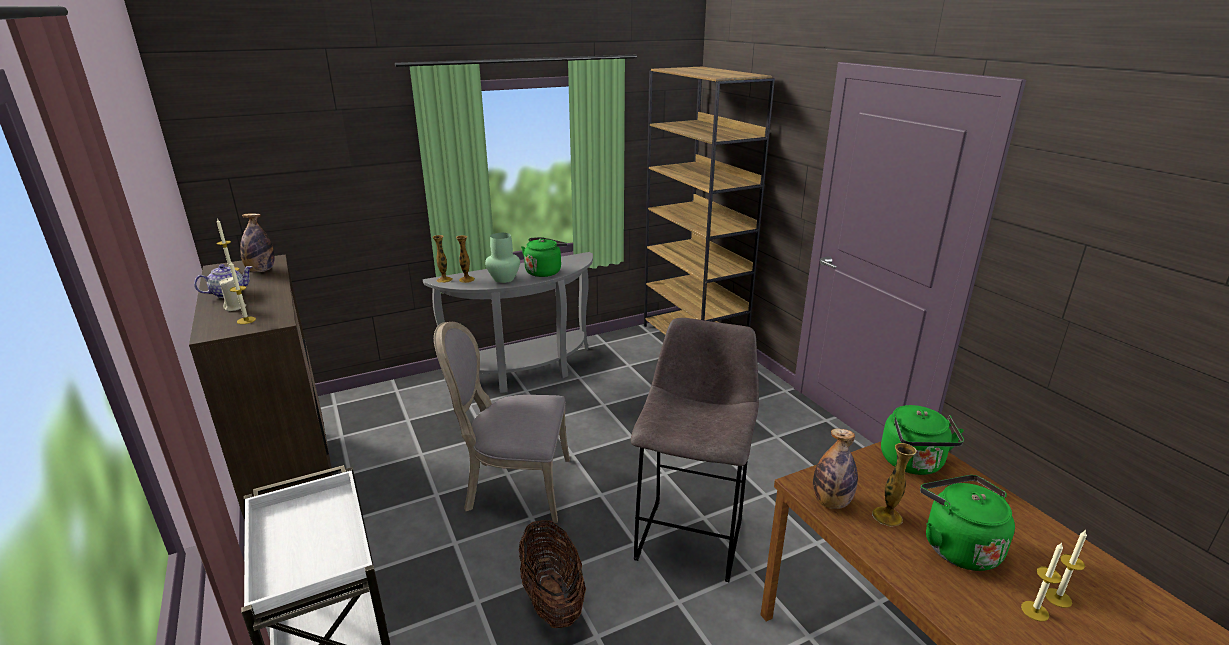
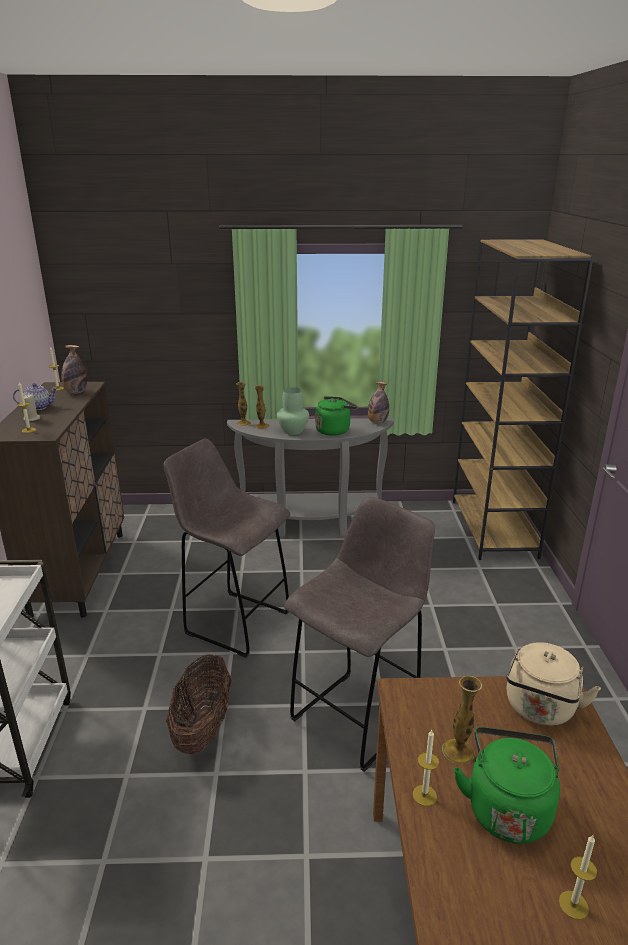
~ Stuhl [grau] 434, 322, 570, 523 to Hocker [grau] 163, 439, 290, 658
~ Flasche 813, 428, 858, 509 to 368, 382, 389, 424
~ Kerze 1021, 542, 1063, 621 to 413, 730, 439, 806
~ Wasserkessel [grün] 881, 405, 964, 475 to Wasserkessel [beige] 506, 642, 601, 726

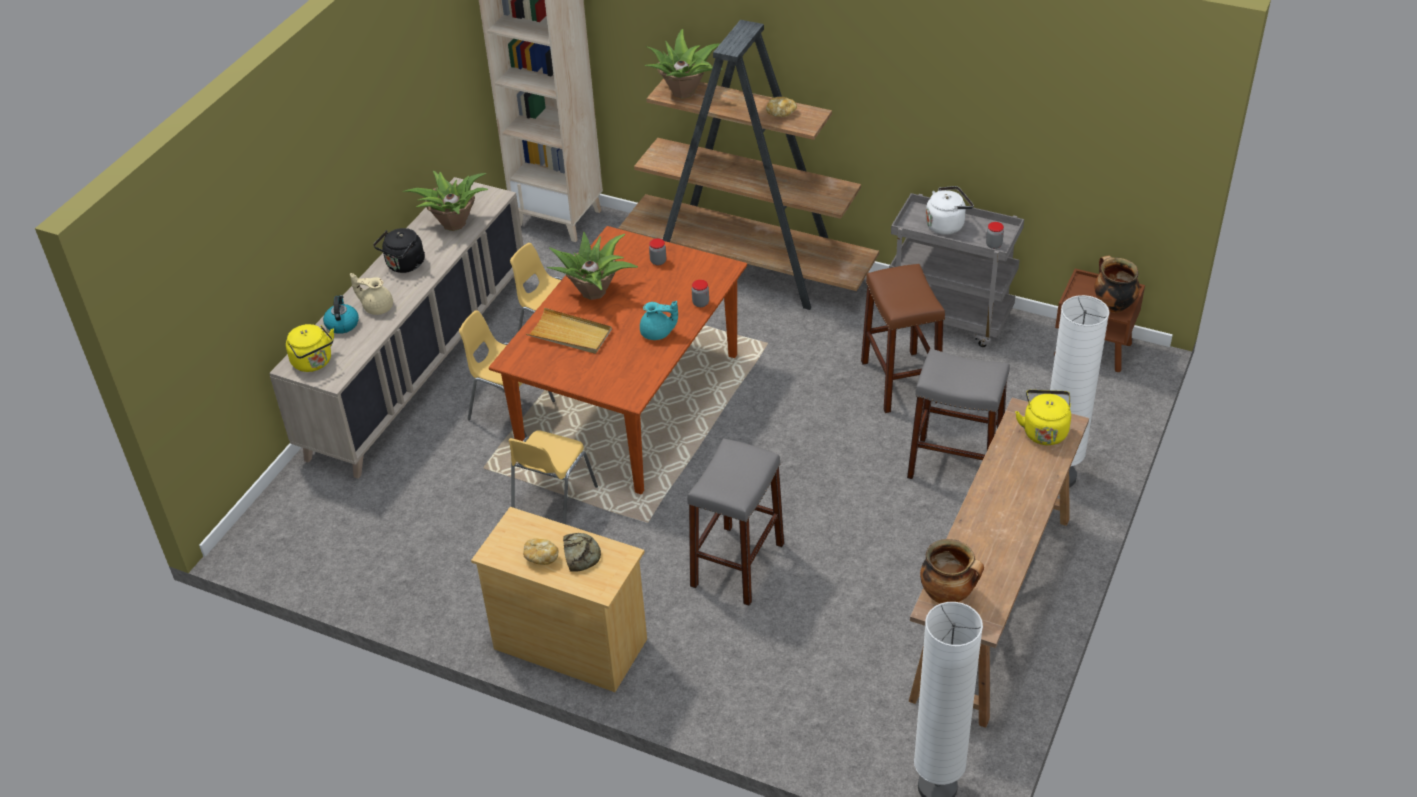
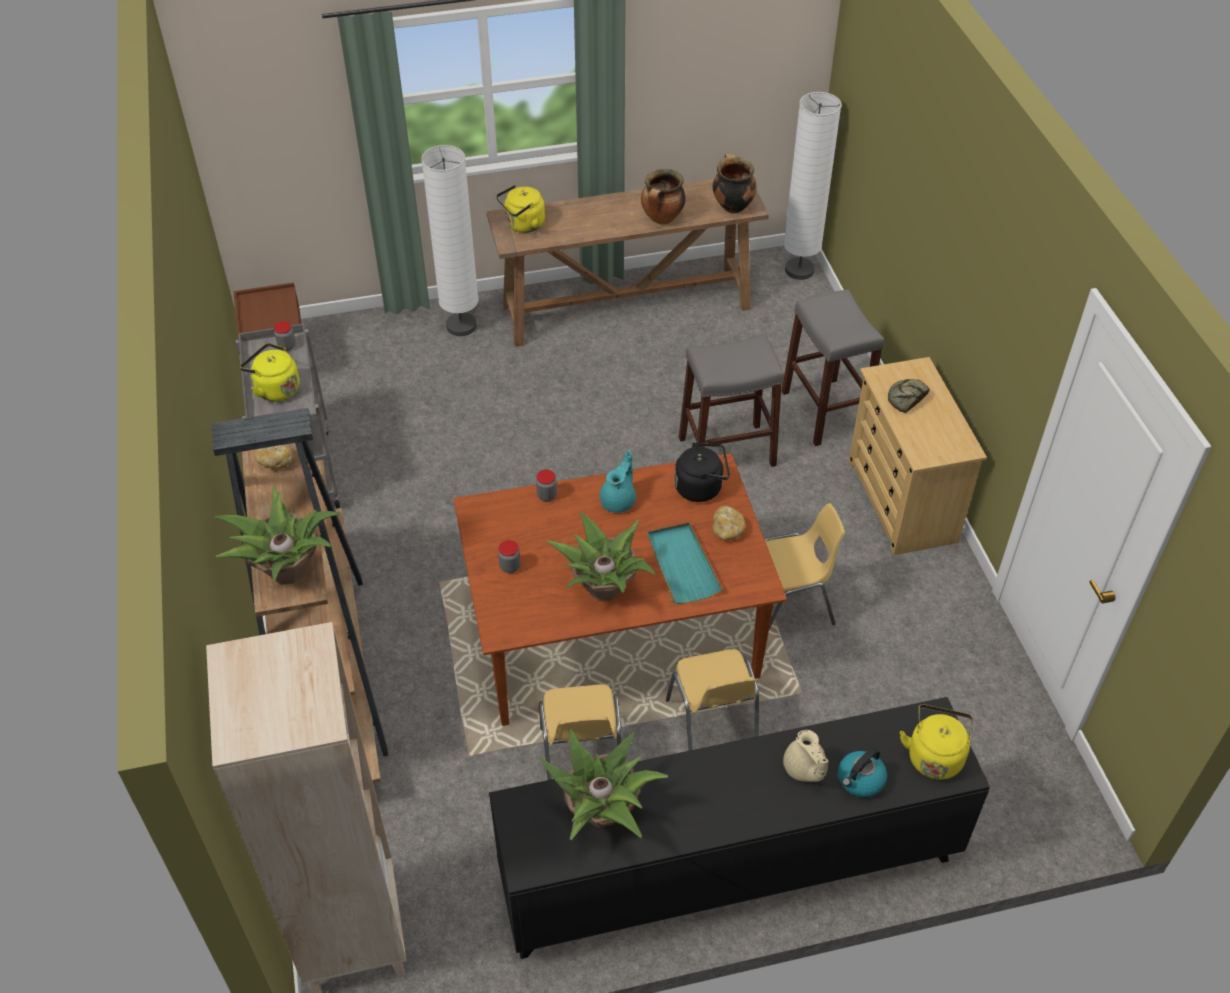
~ Wasserkessel [weiß] 926, 186, 974, 235 to Wasserkessel [gelb] 240, 343, 300, 401
~ Schrank [beige] 269, 177, 524, 479 to Schrank [schwarz] 489, 697, 990, 959
~ Teekanne [türkis] 640, 301, 678, 340 = 600, 451, 636, 513 60 degrees clockwise
~ Kochtopf 1094, 256, 1140, 313 to 641, 169, 686, 225
~ Tablett [beige] 526, 308, 612, 354 to Tablett [türkis] 648, 523, 723, 604
~ Wasserkessel [schwarz] 373, 228, 425, 273 to 674, 442, 730, 502
~ Brot 523, 538, 559, 565 to 712, 506, 745, 541
~ Hocker [grau] 907, 349, 1010, 479 to 781, 289, 884, 446
- Hocker [braun] 861, 264, 945, 413

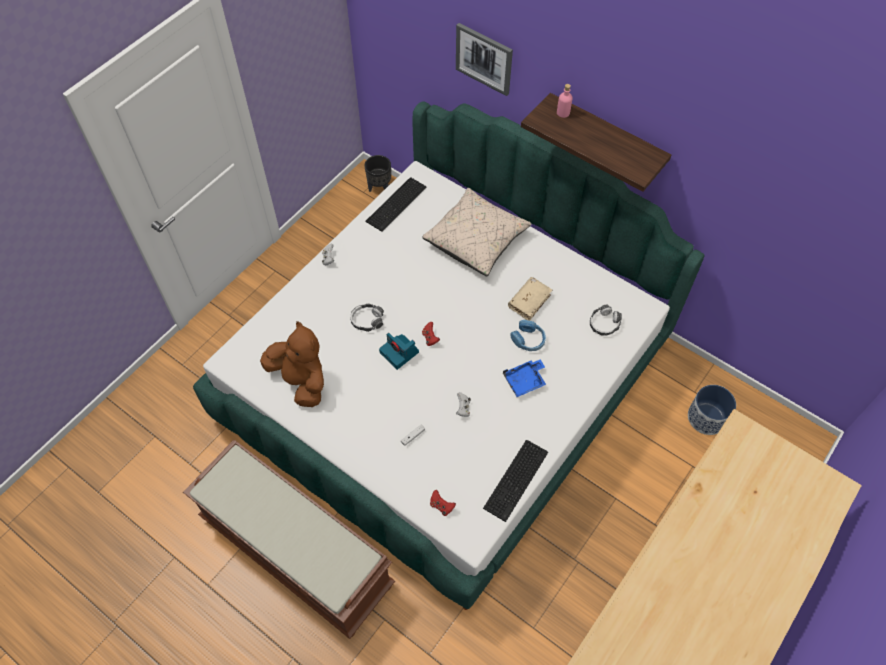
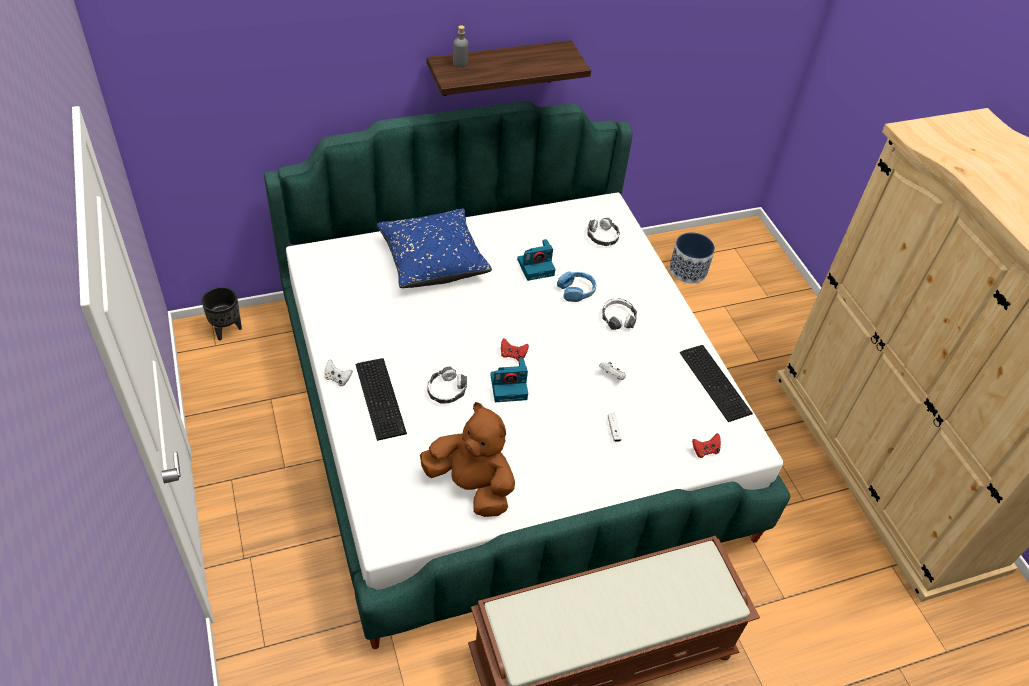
~ Tastatur 365, 177, 427, 232 to 355, 358, 407, 441
~ Kissen [beige] 423, 188, 531, 276 to Kissen [blau] 377, 209, 492, 288
~ Plüschtier [braun] 260, 321, 324, 407 = 420, 402, 515, 517 45 degrees clockwise
~ Flasche [rosa] 557, 84, 573, 118 to Flasche [grau] 453, 25, 468, 67
~ Buch [beige] 508, 277, 552, 321 to Kamera 517, 239, 555, 281
~ Tablett [blau] 503, 359, 546, 397 to Kopfhörer 602, 299, 637, 330
- Bild 456, 23, 513, 96

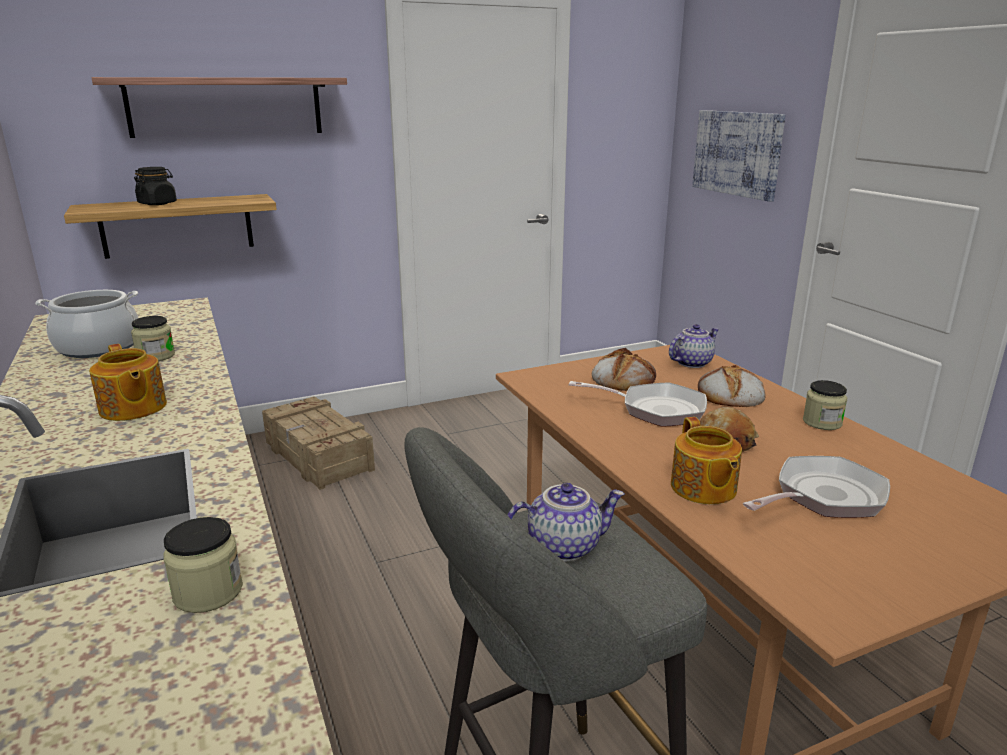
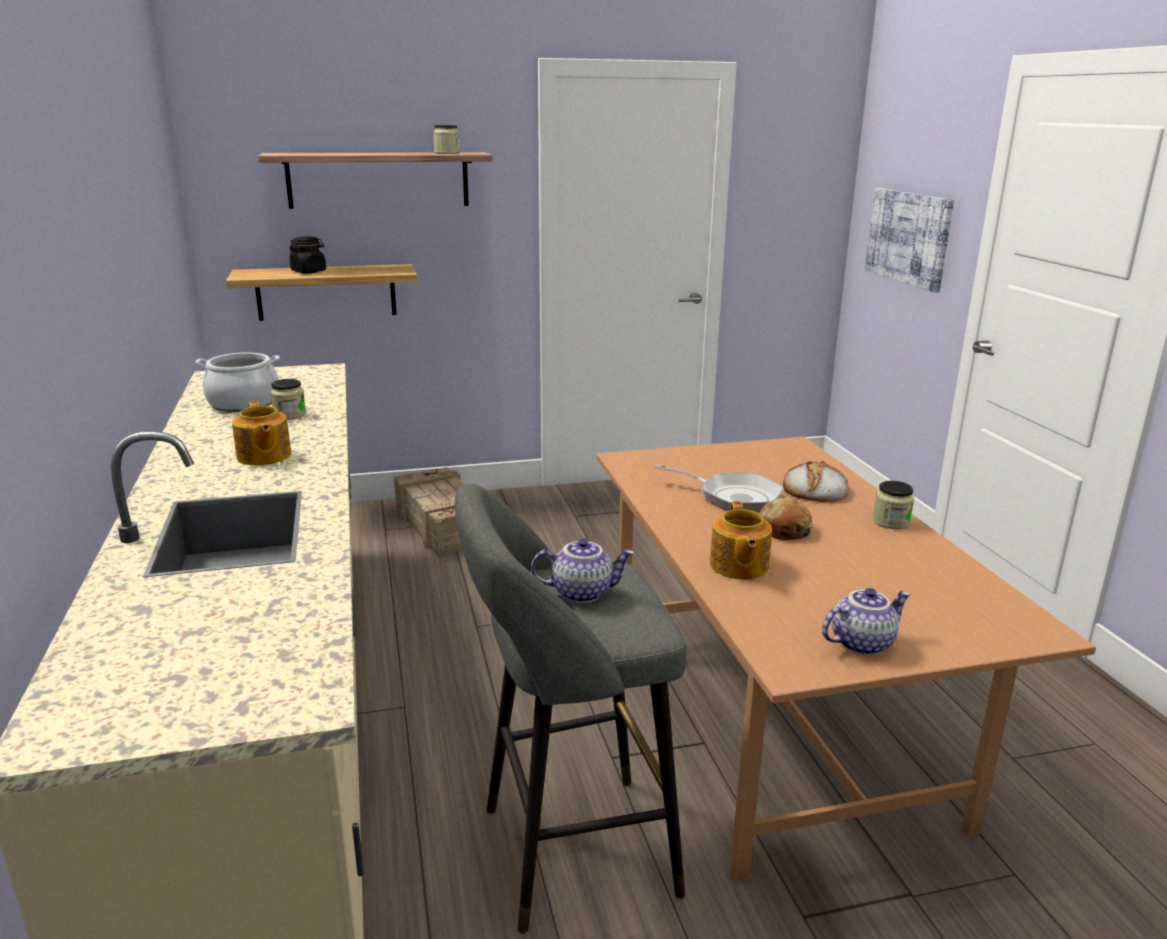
~ Vorratsglas 163, 517, 243, 613 to 433, 125, 459, 154
~ Teekanne 669, 324, 719, 368 to 822, 588, 911, 655
- Brot 592, 347, 656, 391
- Pfanne 743, 456, 890, 518

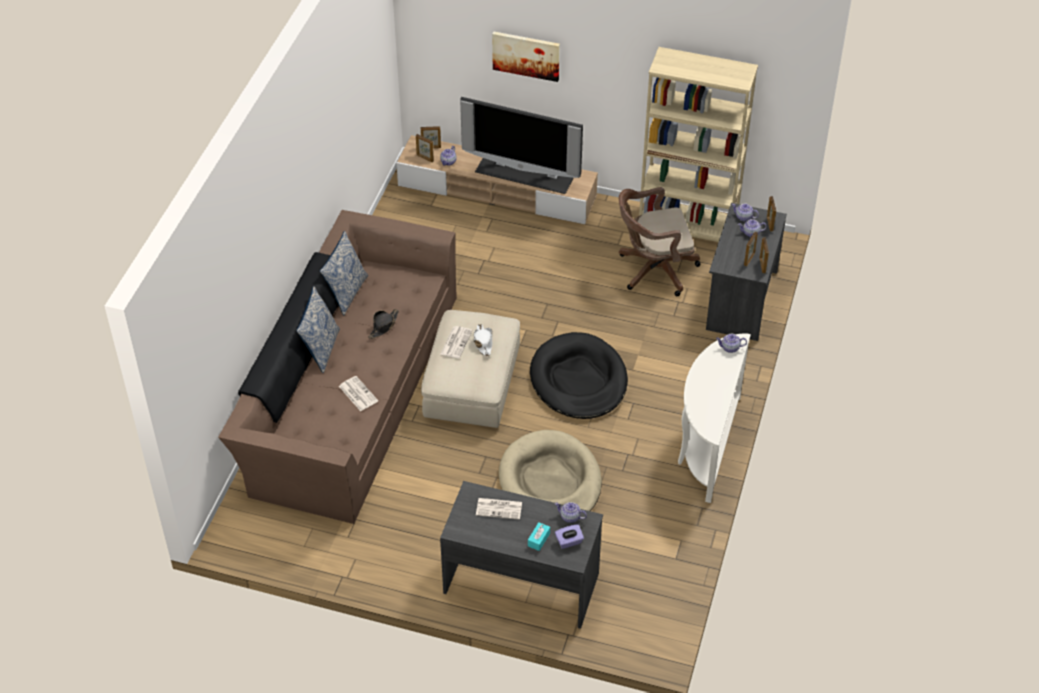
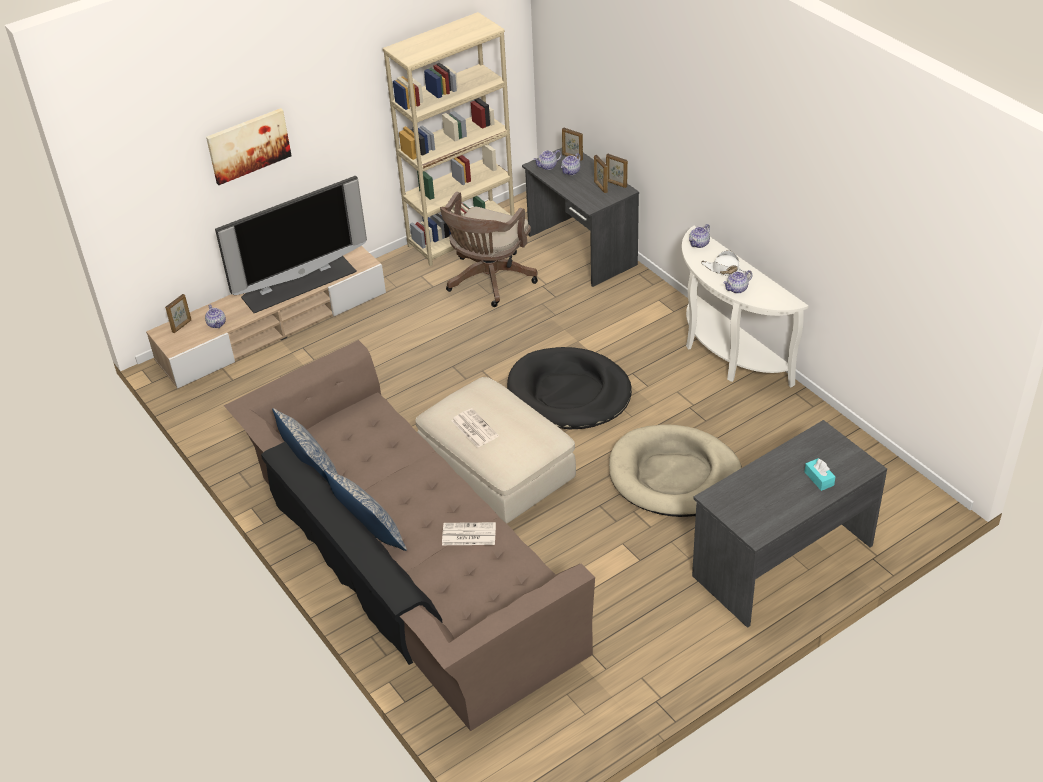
~ Hut [weiß] 474, 324, 492, 356 to 701, 250, 752, 276
~ Teekanne 555, 502, 587, 523 to 723, 270, 752, 294
- Hut [schwarz] 368, 309, 399, 339
- Bilderrahmen 416, 134, 434, 162
- Zeitung 476, 498, 522, 520
- Taschentuchbox [lila] 555, 525, 584, 549

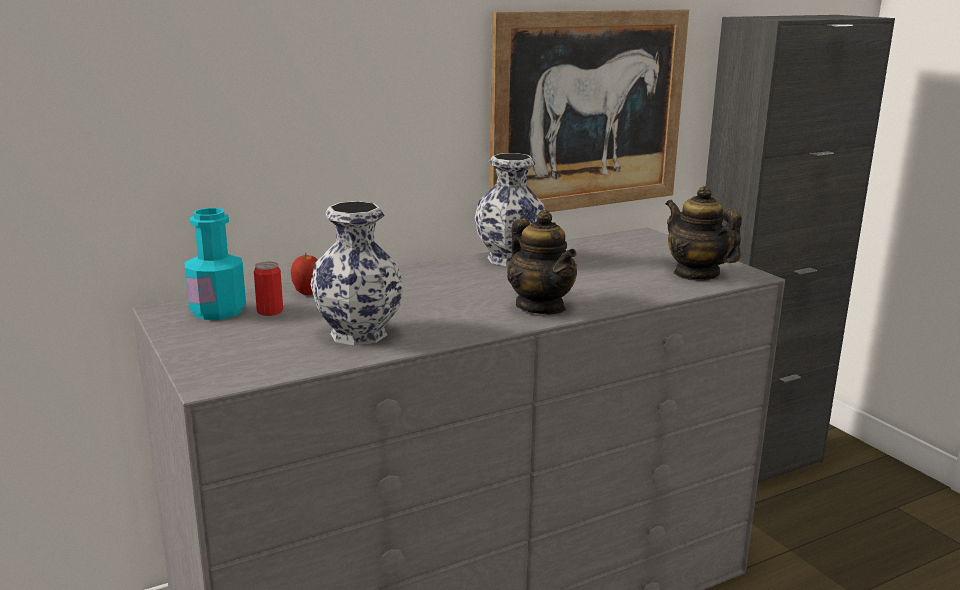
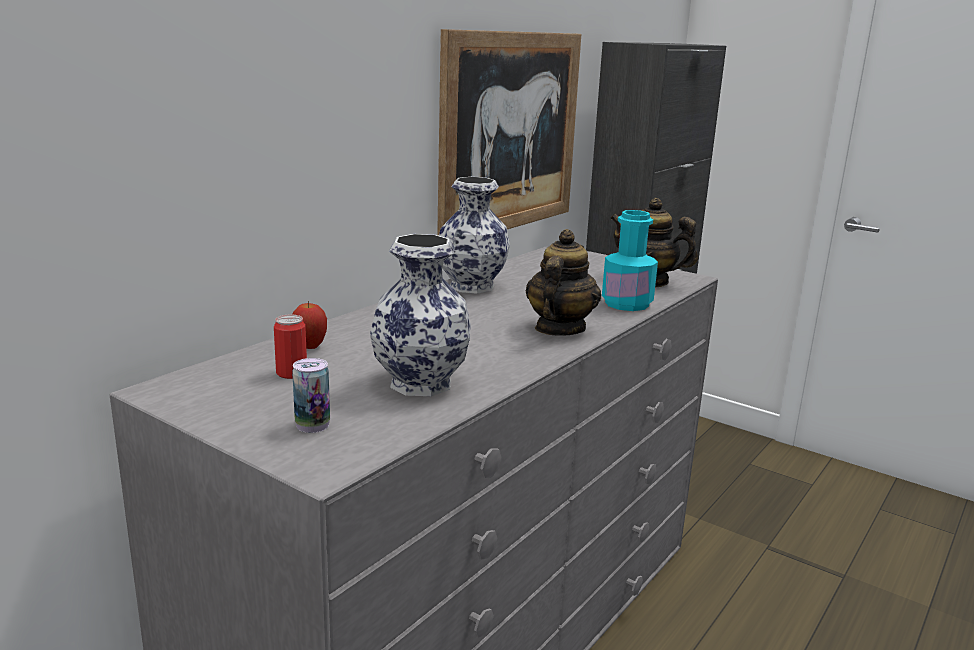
+ Dose 292, 358, 330, 433
~ Teekanne 507, 210, 577, 314 = 526, 229, 601, 336 105 degrees counterclockwise
~ Flasche [türkis] 185, 208, 246, 320 to 602, 210, 658, 311

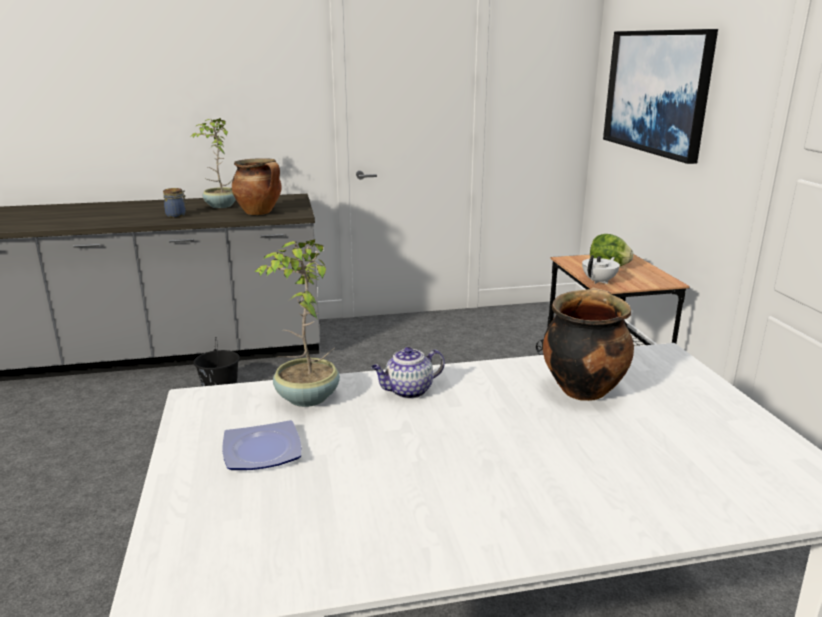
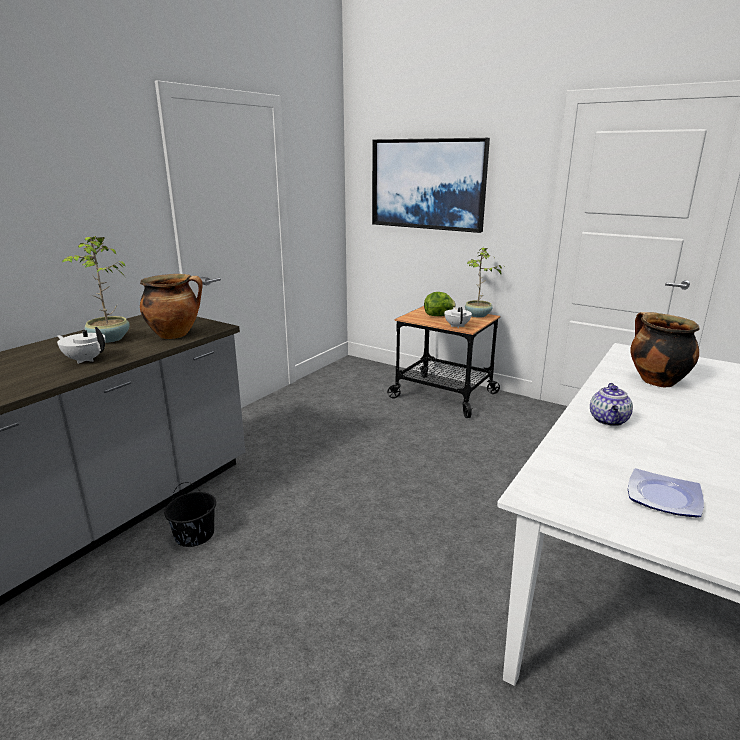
~ Vorratsglas 163, 188, 187, 217 to Teekanne [weiß] 57, 327, 105, 364
~ Topfpflanze 255, 239, 340, 407 to 465, 247, 505, 318

